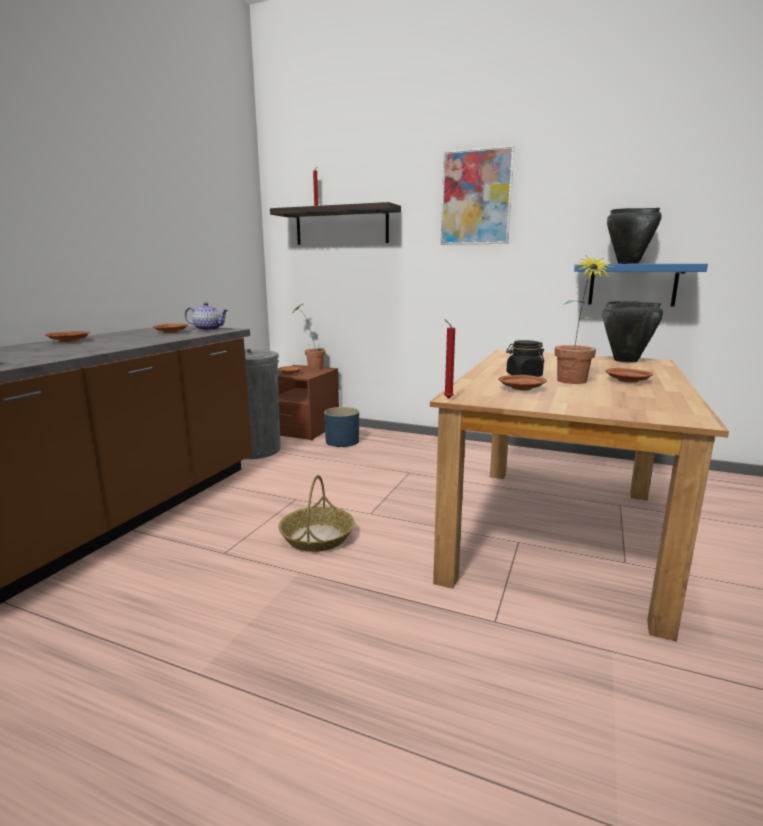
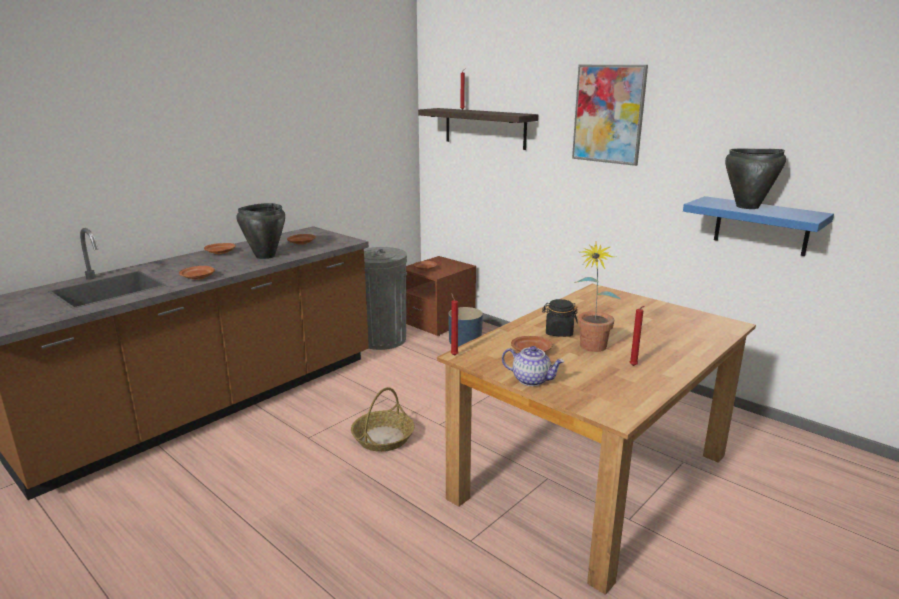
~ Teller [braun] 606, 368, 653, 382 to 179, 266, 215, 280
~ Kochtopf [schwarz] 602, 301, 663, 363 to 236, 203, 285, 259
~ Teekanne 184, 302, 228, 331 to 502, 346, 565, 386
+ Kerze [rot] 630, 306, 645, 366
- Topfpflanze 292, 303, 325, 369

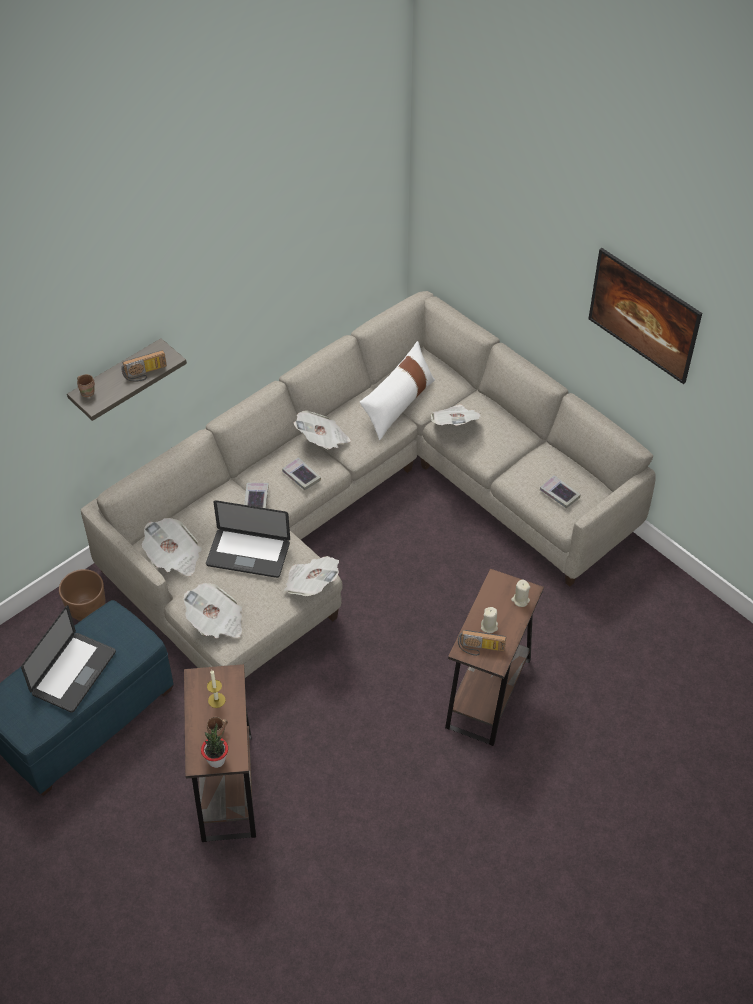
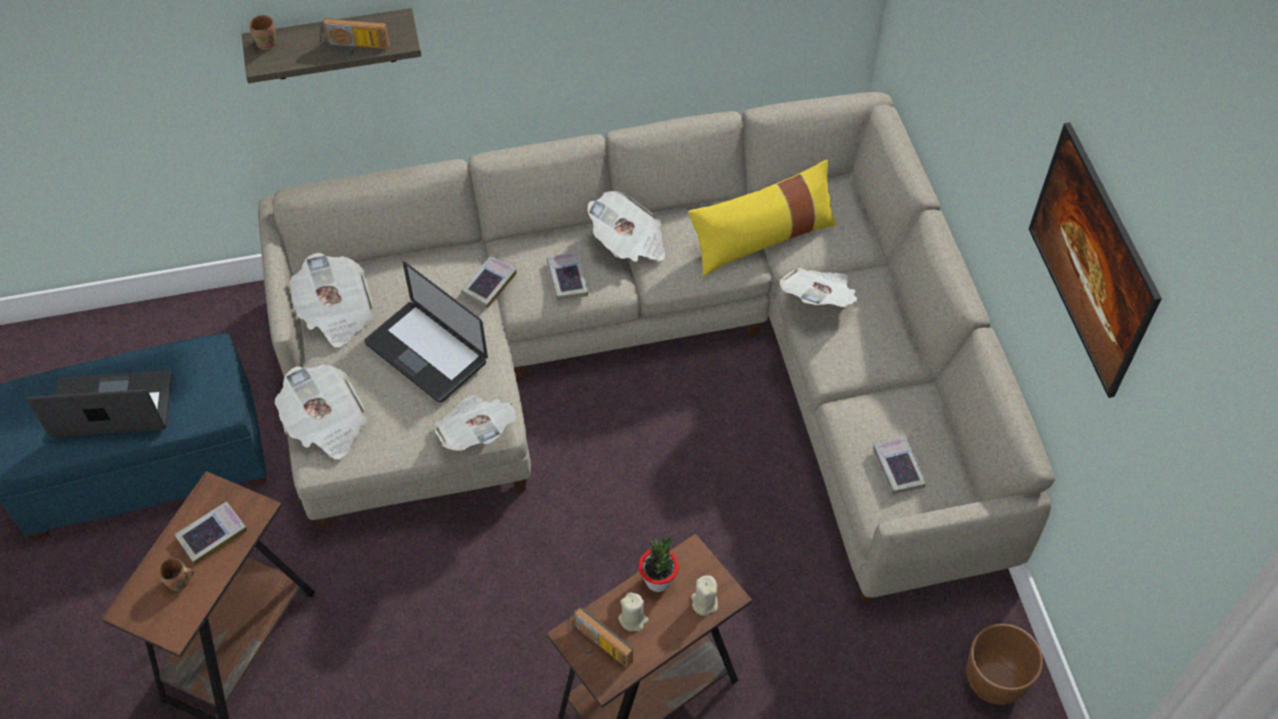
~ Laptop 21, 605, 116, 713 = 26, 370, 172, 437 150 degrees counterclockwise
~ Kerze 207, 670, 226, 708 to Buch 174, 501, 247, 565
~ Topfpflanze 201, 723, 228, 768 to 639, 534, 679, 592
~ Kissen [weiß] 360, 341, 435, 440 to Kissen [gelb] 688, 160, 837, 276
~ Pflanzkübel [braun] 59, 569, 105, 621 to 966, 624, 1043, 705

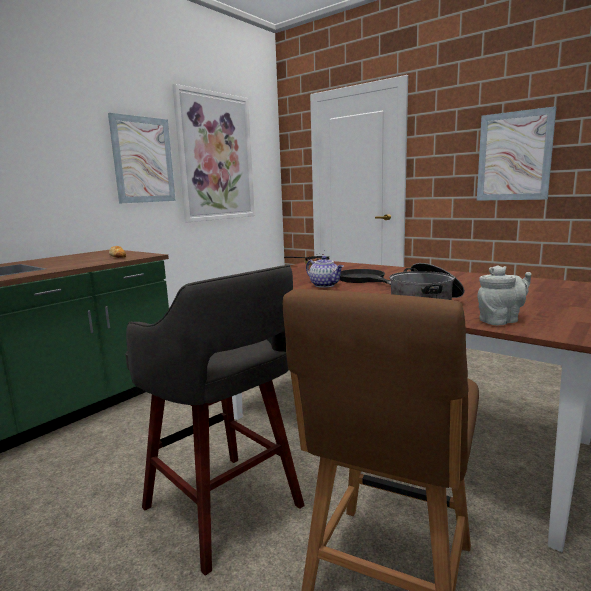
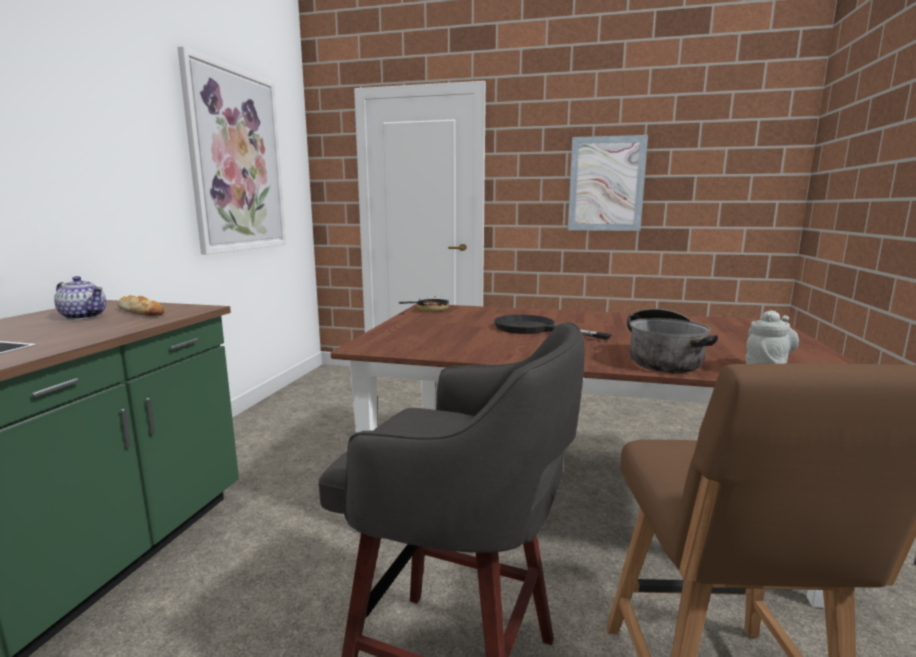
~ Teekanne 306, 256, 344, 288 to 54, 276, 106, 320
- Bild 108, 113, 176, 203

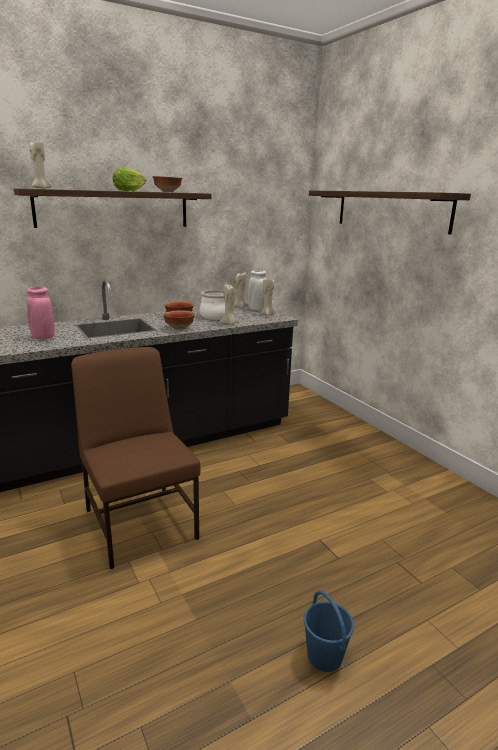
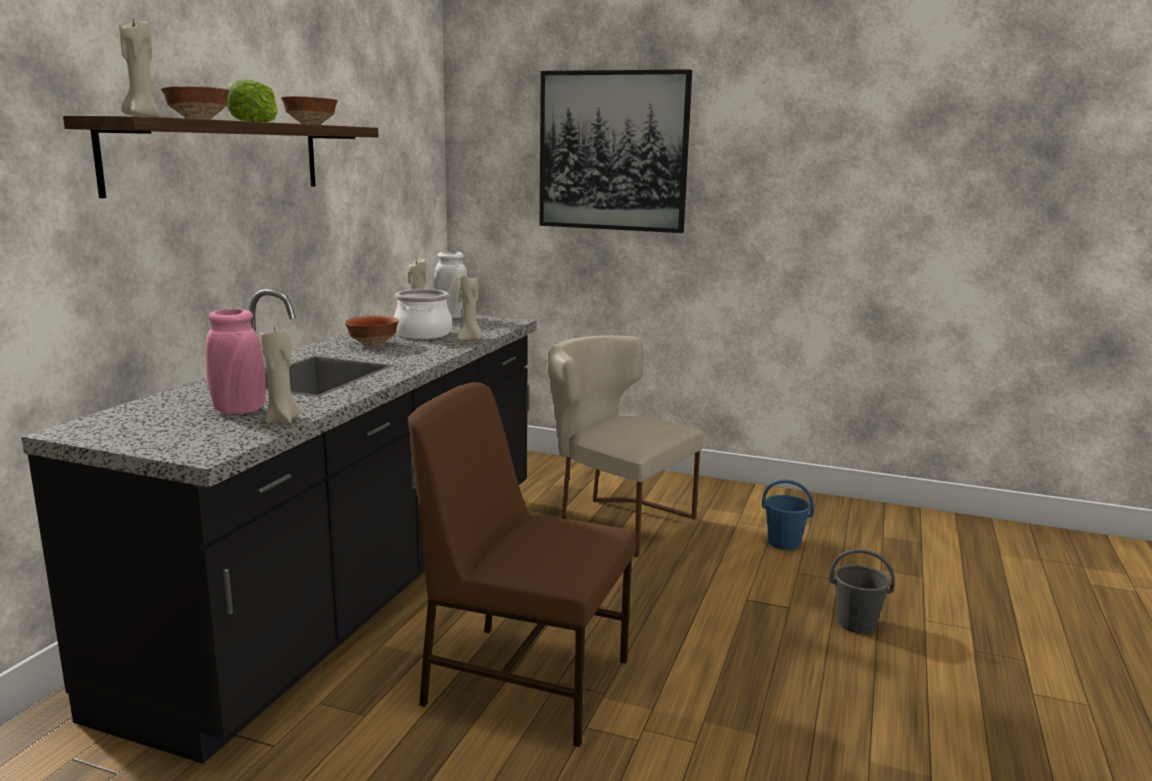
~ Schüssel 163, 311, 195, 330 to 161, 86, 230, 120
~ Kerze [beige] 261, 279, 275, 316 to 260, 326, 299, 423
~ Wandregal 309, 190, 471, 235 to Bild 540, 69, 692, 233
+ Stuhl [beige] 547, 336, 704, 557
~ Eimer [blau] 304, 590, 354, 672 to 762, 479, 814, 550
+ Eimer [grau] 829, 549, 895, 634

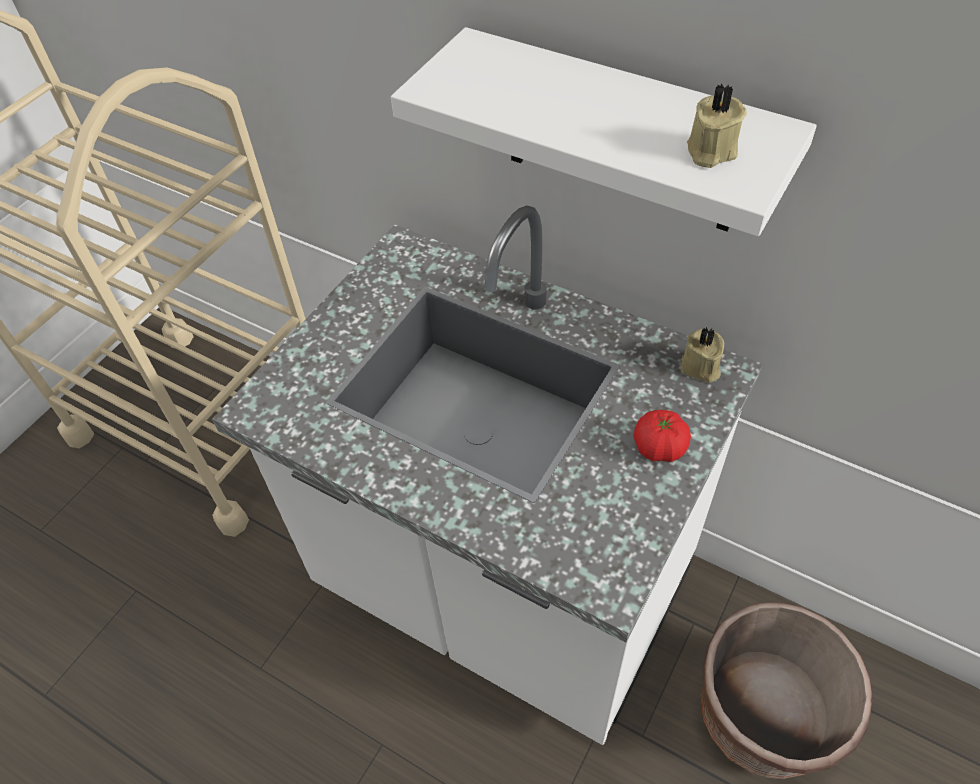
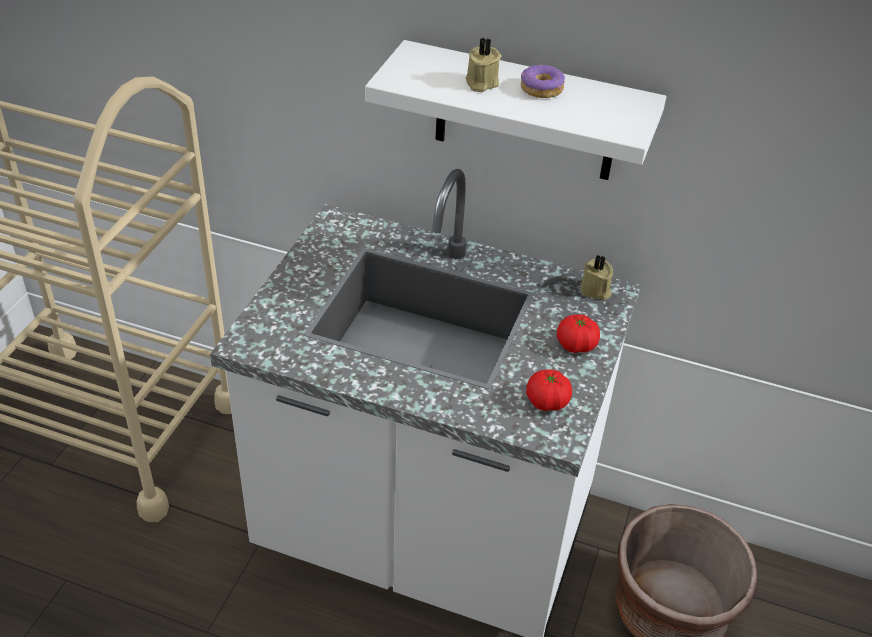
~ Kerze [beige] 687, 84, 747, 168 to 465, 38, 501, 92
+ Donut 521, 65, 565, 98
+ Tomate 526, 369, 572, 411

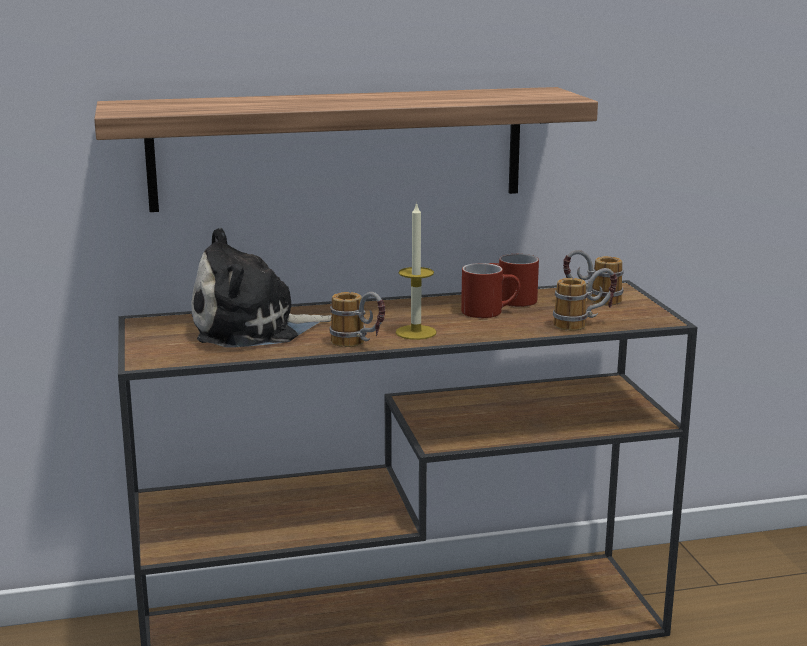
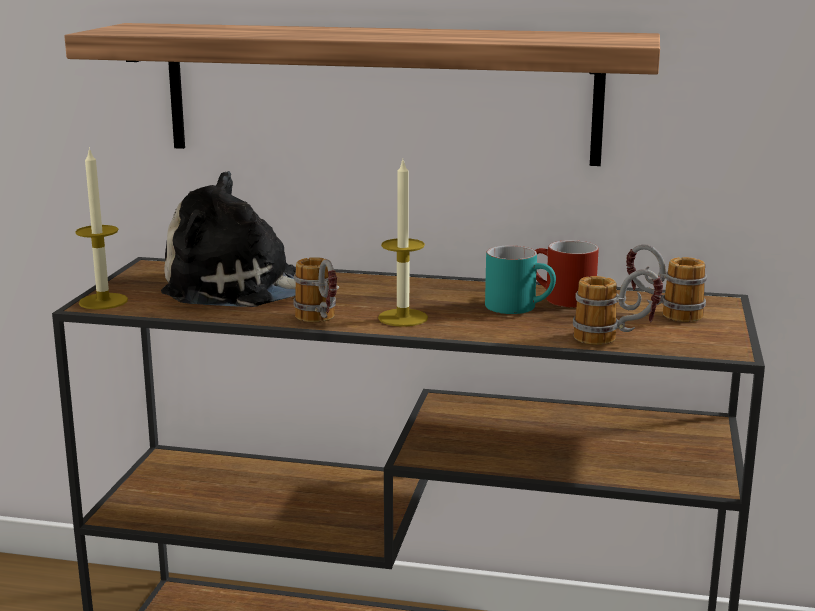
+ Kerze 75, 147, 128, 310
~ Henkelbecher [rot] 461, 263, 520, 318 to Henkelbecher [türkis] 485, 246, 556, 314

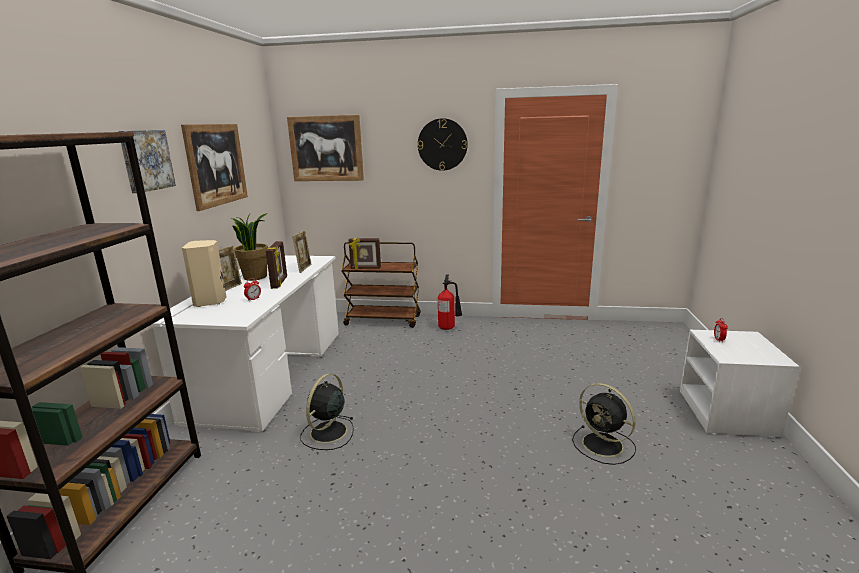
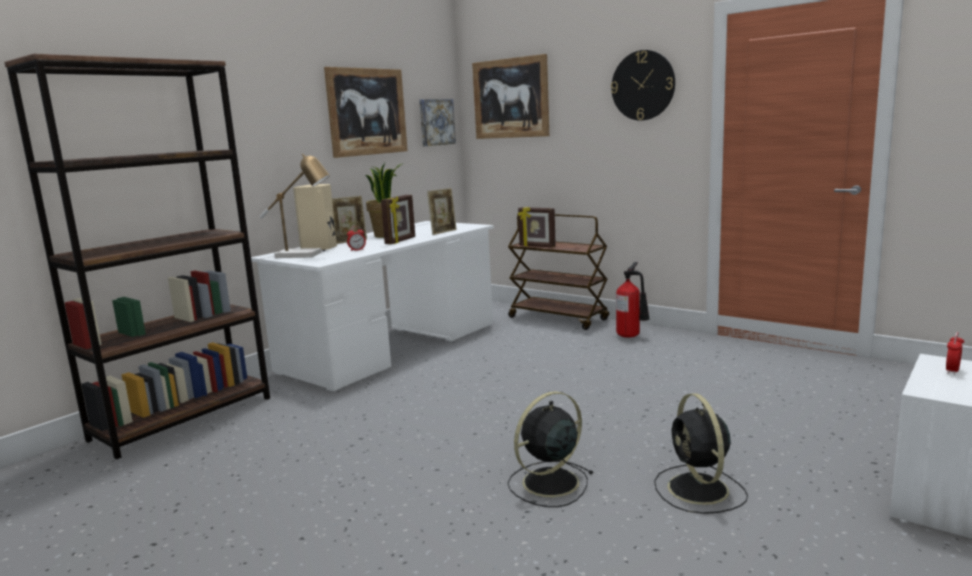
+ Tischlampe 259, 154, 330, 258
~ Bild 118, 130, 176, 193 to 419, 99, 456, 146
~ Ventilator [schwarz] 300, 373, 354, 450 to 508, 391, 594, 507

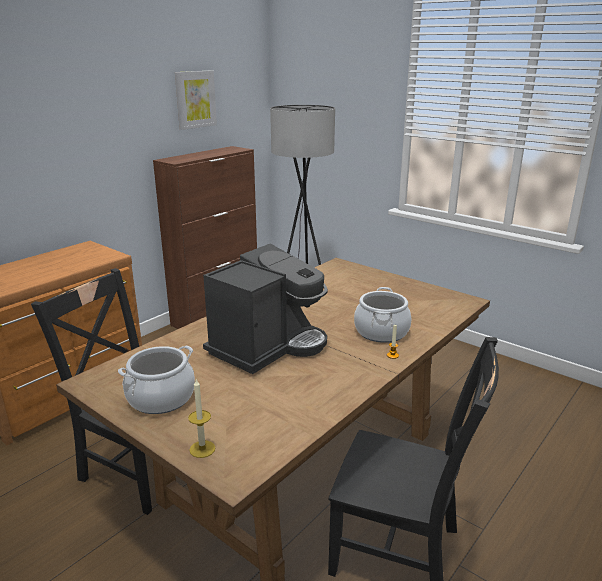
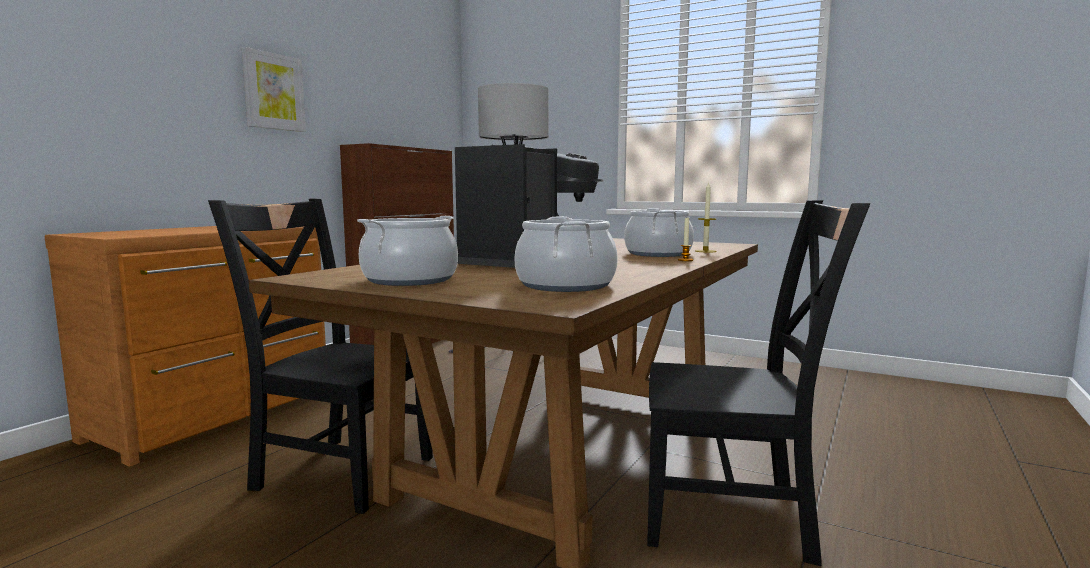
~ Bild 175, 70, 217, 130 to 242, 47, 306, 132
+ Kochtopf 514, 217, 618, 292
~ Kerze 188, 379, 215, 458 to 695, 182, 717, 253

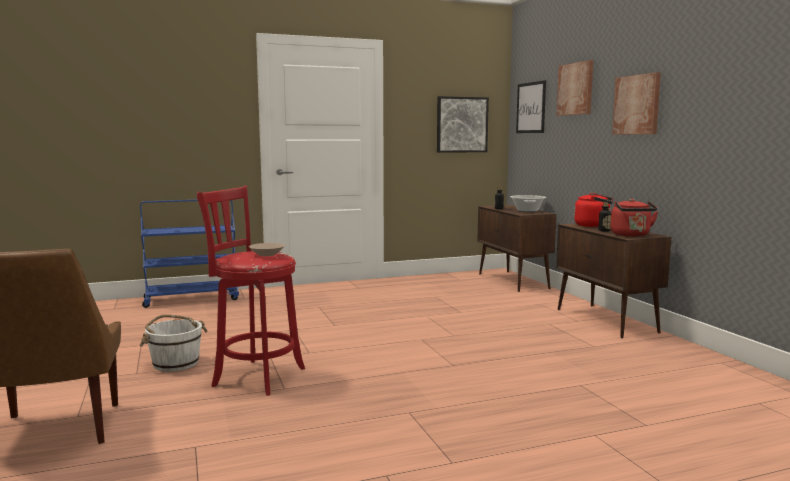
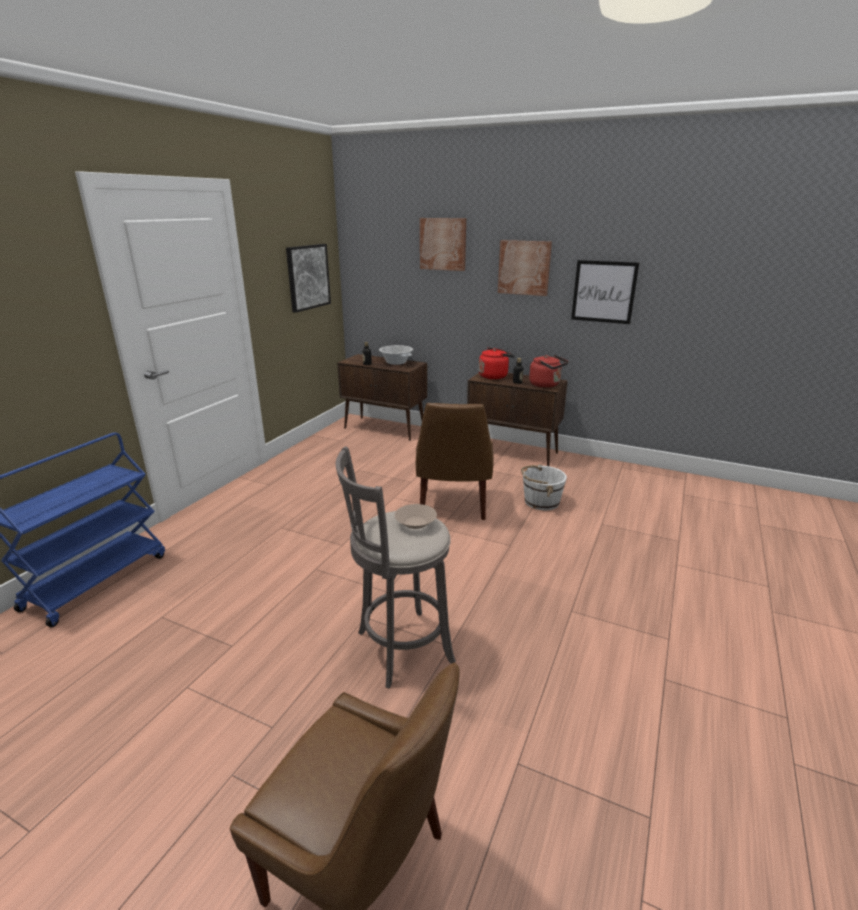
~ Hocker [rot] 197, 186, 305, 396 to Hocker [grau] 336, 446, 456, 689
+ Stuhl [braun] 416, 403, 494, 520
~ Eimer [weiß] 140, 314, 208, 372 to 521, 464, 567, 510
~ Bild 516, 80, 546, 133 to 571, 260, 639, 324

